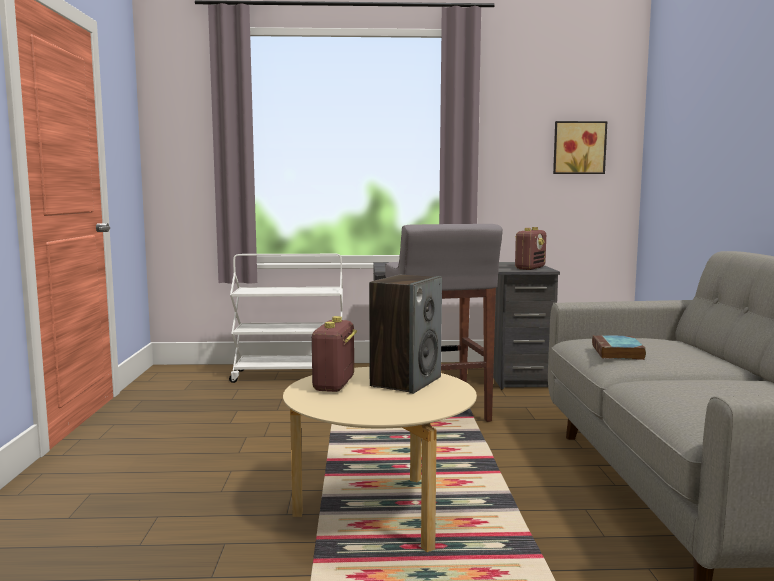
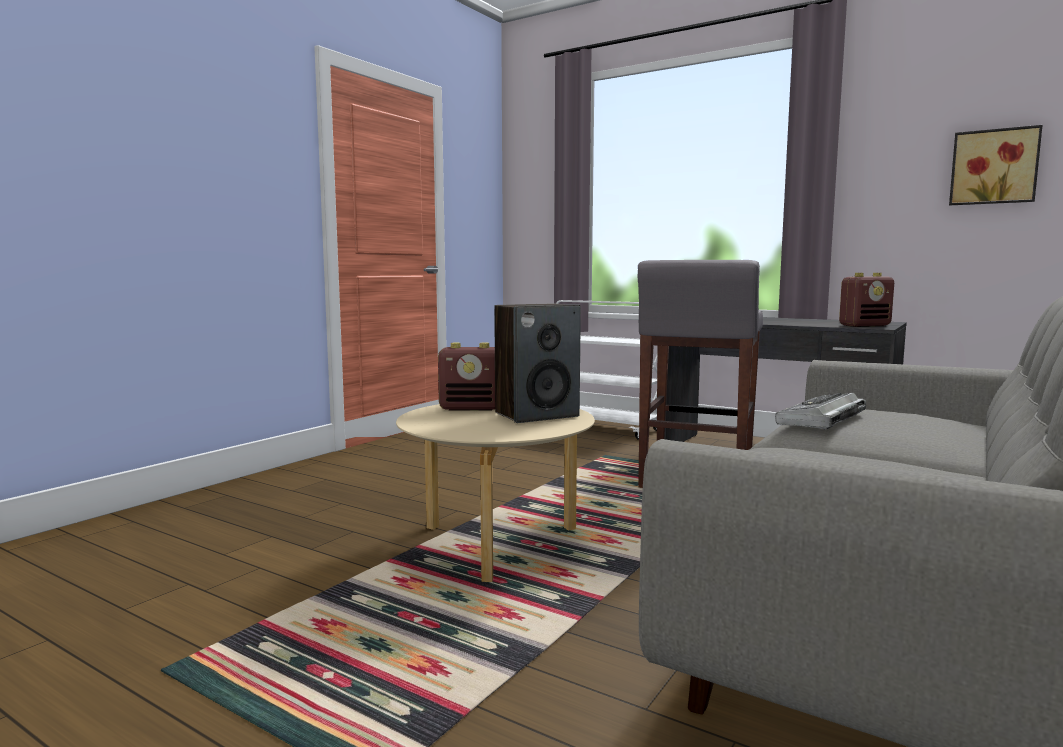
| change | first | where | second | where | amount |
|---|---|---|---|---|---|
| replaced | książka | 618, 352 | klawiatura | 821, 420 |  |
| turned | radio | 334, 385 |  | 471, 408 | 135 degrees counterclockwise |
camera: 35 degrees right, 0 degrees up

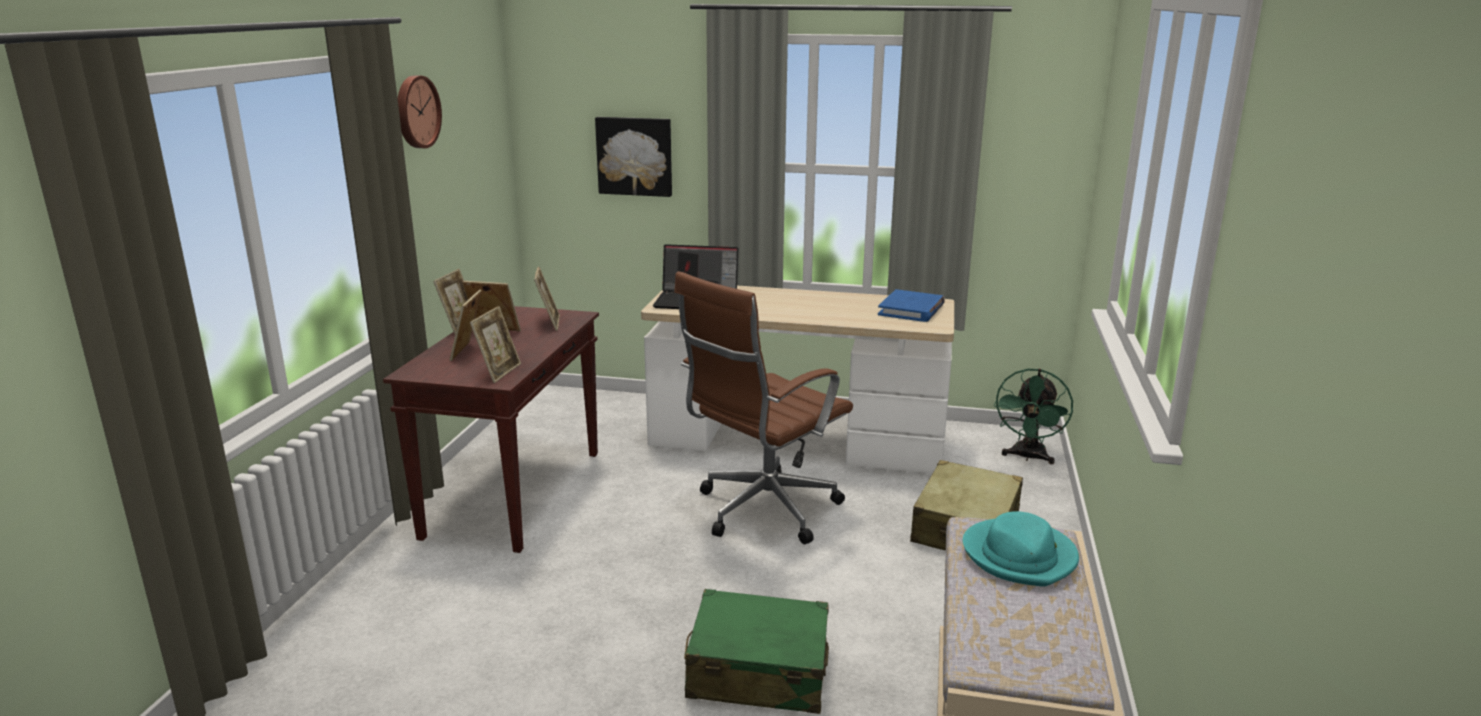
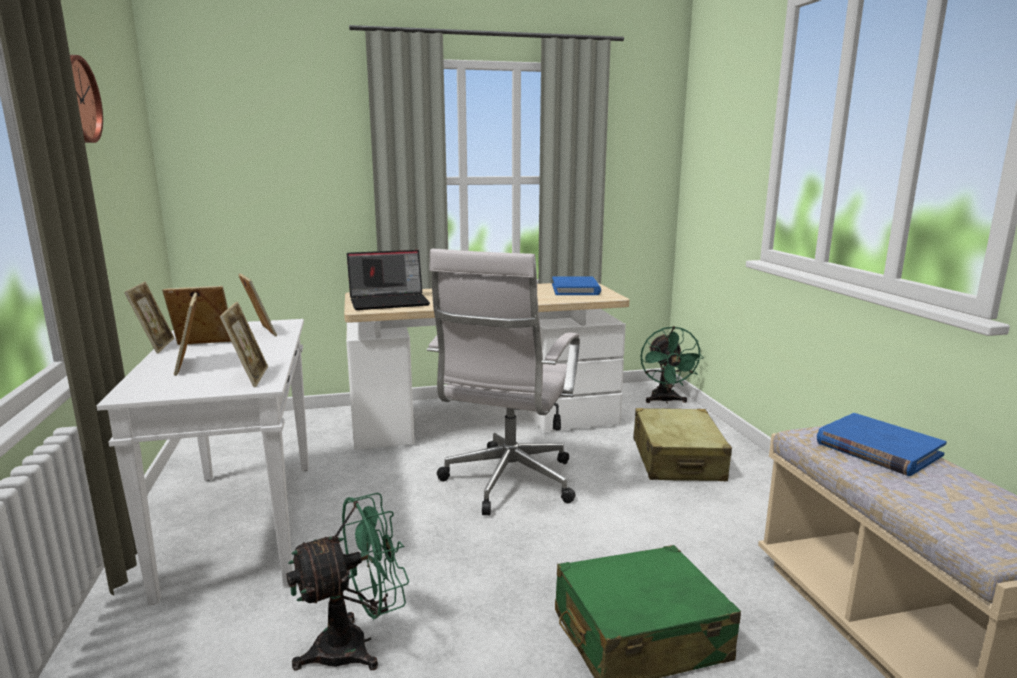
| change | first | where | second | where | amount |
|---|---|---|---|---|---|
| removed | obraz | 635, 156 |  |  |  |
| added |  |  | wentylator (zielony) | 355, 645 |  |
| replaced | kapelusz (turkusowy) | 1020, 556 | książka (niebieski) | 877, 449 |  |
| recoloured | stolik konsolowy (brązowy) | 514, 493 | stolik konsolowy (biały) | 242, 524 |  |
| recoloured | krzesło biurowe (brązowy) | 762, 511 | krzesło biurowe (biały) | 507, 484 |  |
camera: 25 degrees left, 5 degrees down

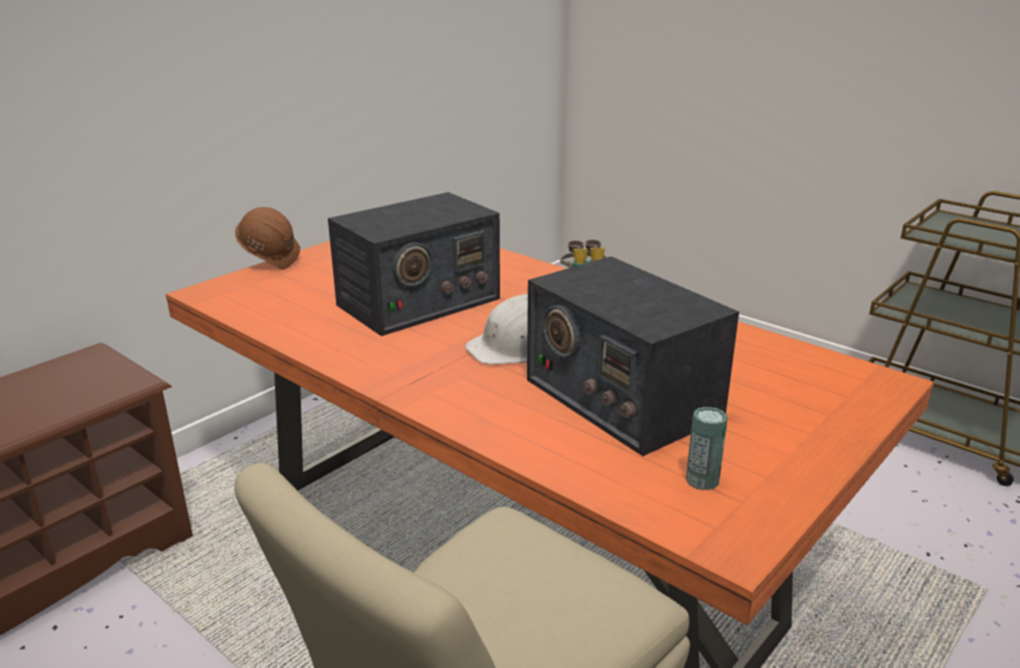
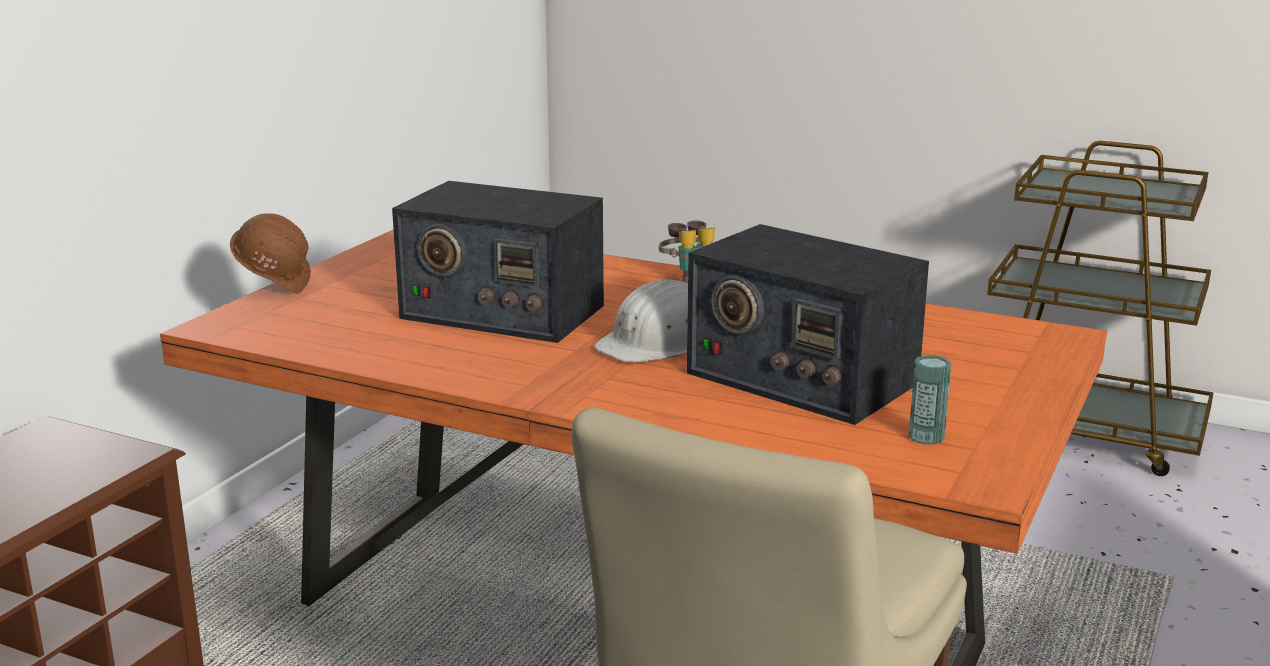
| change | first | where | second | where | amount |
|---|---|---|---|---|---|
| turned | radio | 418, 302 |  | 501, 312 | 75 degrees clockwise |
camera: 15 degrees left, 5 degrees down

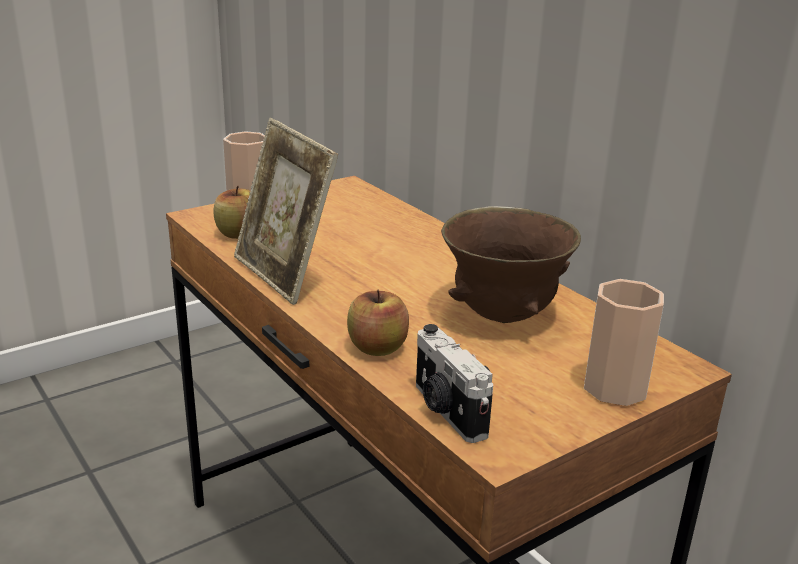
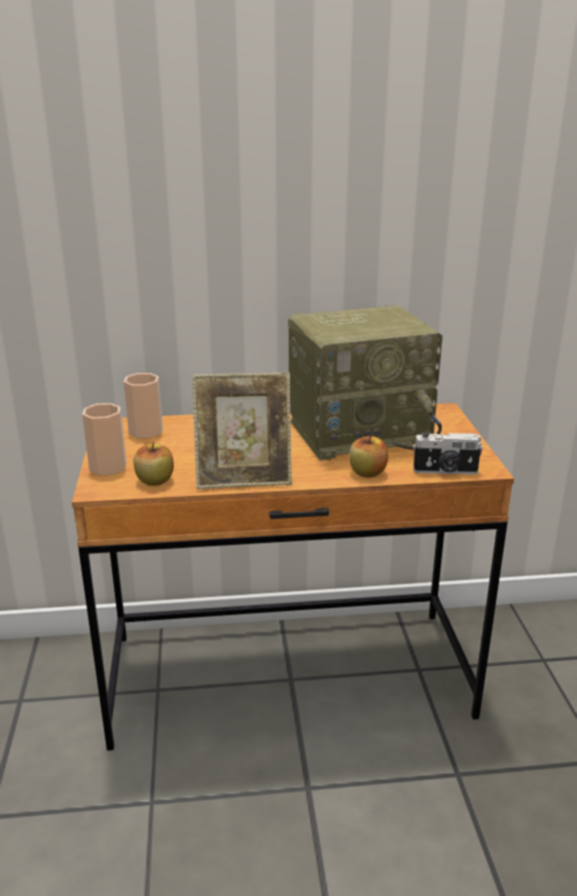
| change | first | where | second | where | amount |
|---|---|---|---|---|---|
| moved | filiżanka | 615, 388 |  | 145, 431 |  |
| replaced | miska (brązowy) | 503, 315 | radio | 360, 431 |  |
camera: 60 degrees left, 0 degrees up

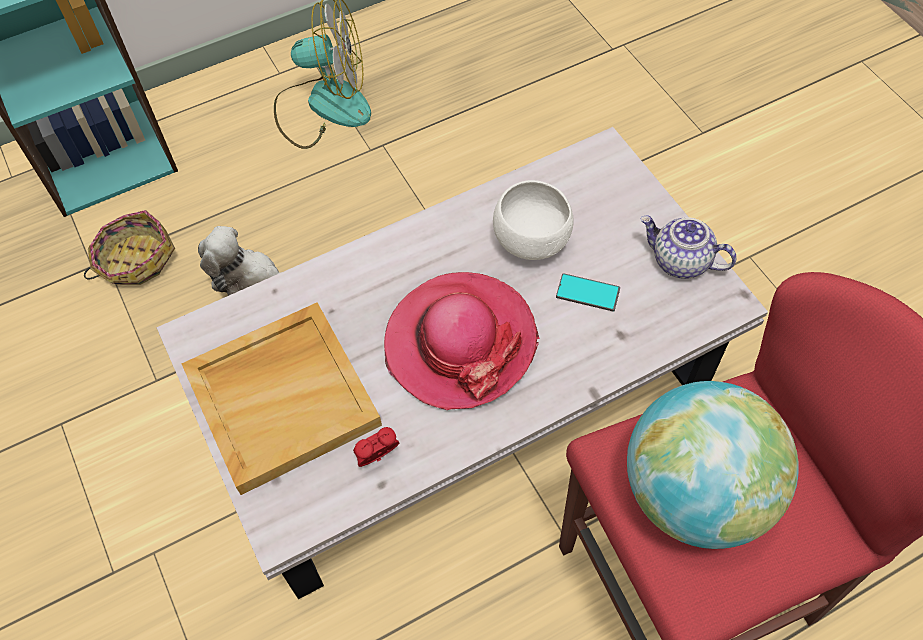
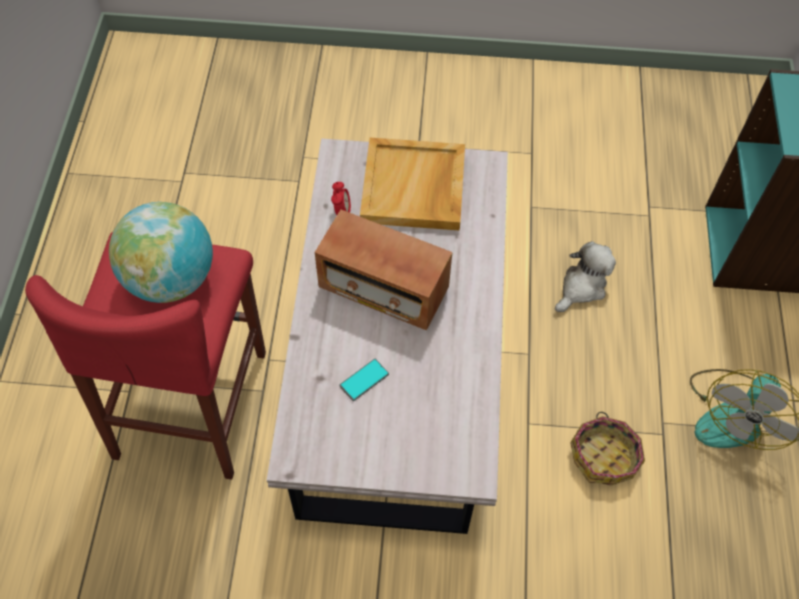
| change | first | where | second | where | amount |
|---|---|---|---|---|---|
| removed | miska (biały) | 533, 241 |  |  |  |
| removed | imbryk | 680, 261 |  |  |  |
| moved | koszyk | 134, 259 |  | 604, 456 |  |
| replaced | kapelusz | 460, 342 | radio | 383, 288 |  |
camera: 120 degrees right, 0 degrees up

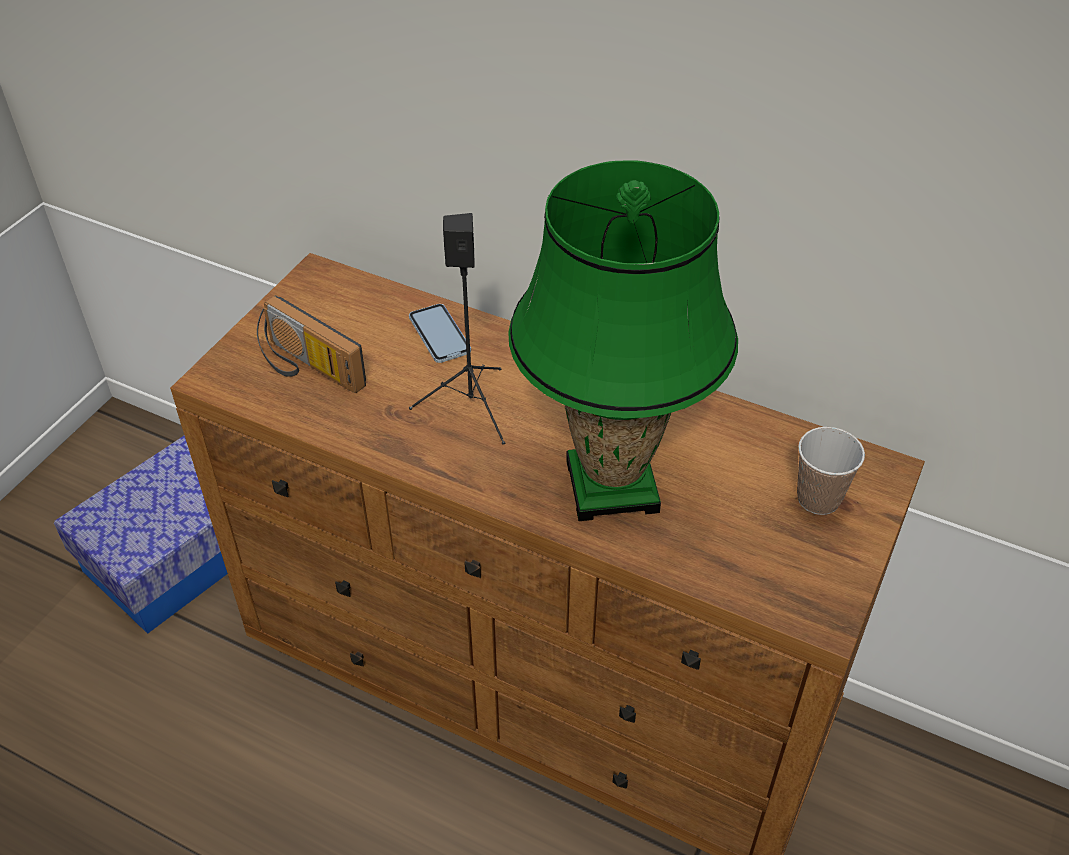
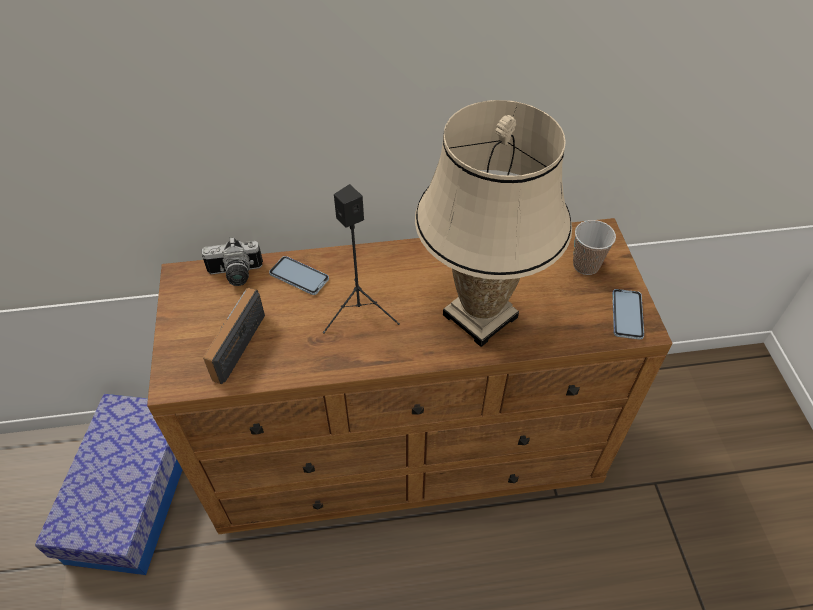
| change | first | where | second | where | amount |
|---|---|---|---|---|---|
| added |  |  | aparat fotograficzny | 235, 275 |  |
| added |  |  | telefon | 627, 315 |  |
| recoloured | lampa stołowa (zielony) | 613, 485 | lampa stołowa (beżowy) | 480, 315 |  |
| turned | radio | 306, 368 |  | 232, 342 | 105 degrees clockwise |
camera: 35 degrees left, 5 degrees up

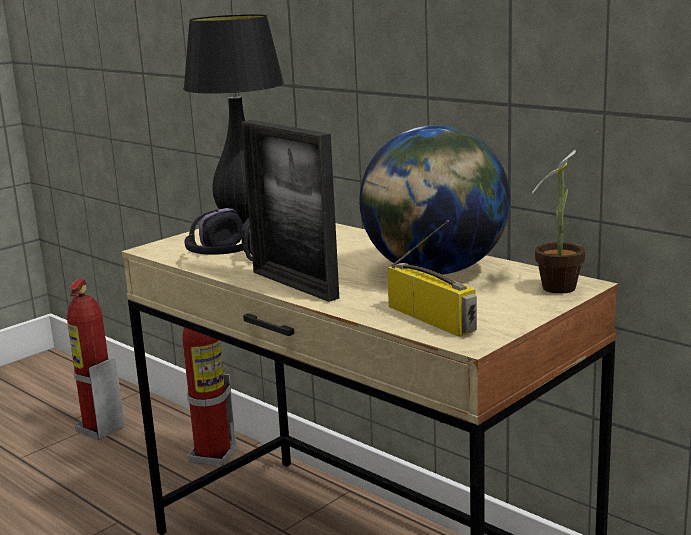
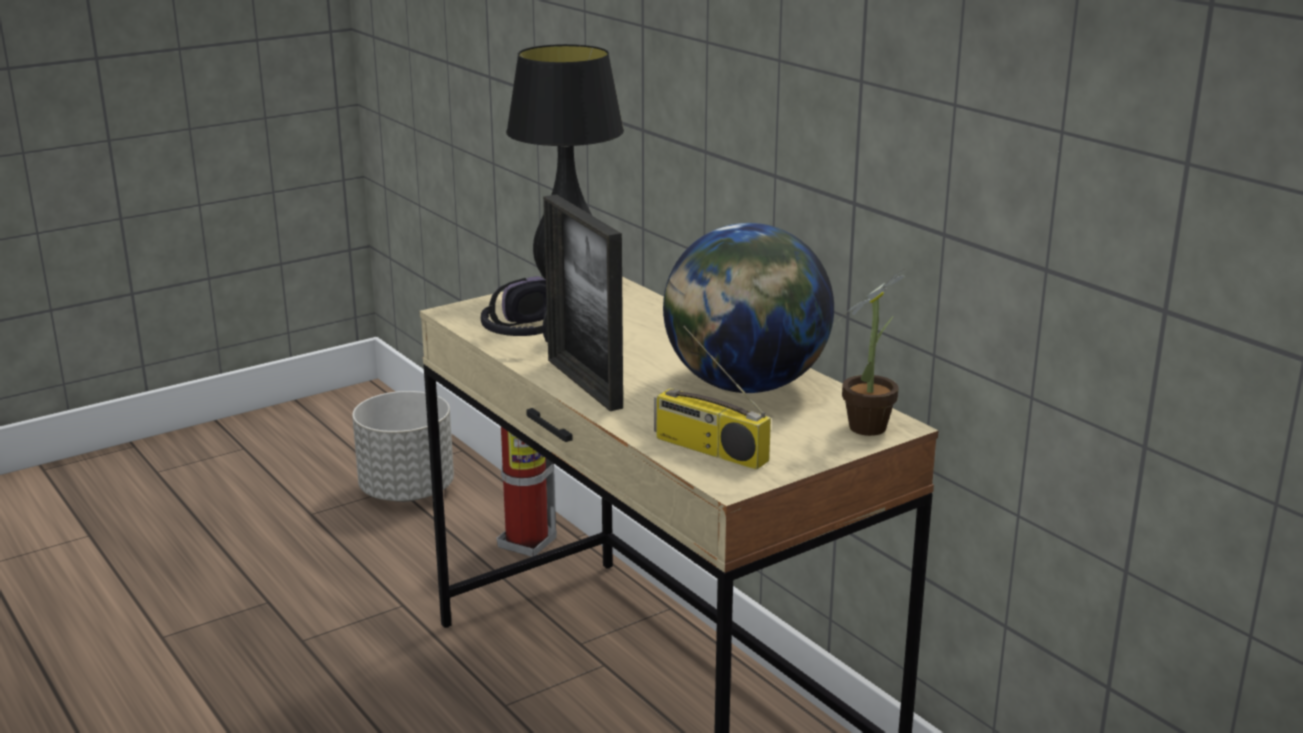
| change | first | where | second | where | amount |
|---|---|---|---|---|---|
| replaced | gaśnica | 99, 429 | donica (szary) | 407, 492 |  |
| turned | radio | 433, 319 |  | 708, 449 | 150 degrees clockwise |
camera: 10 degrees right, 5 degrees up

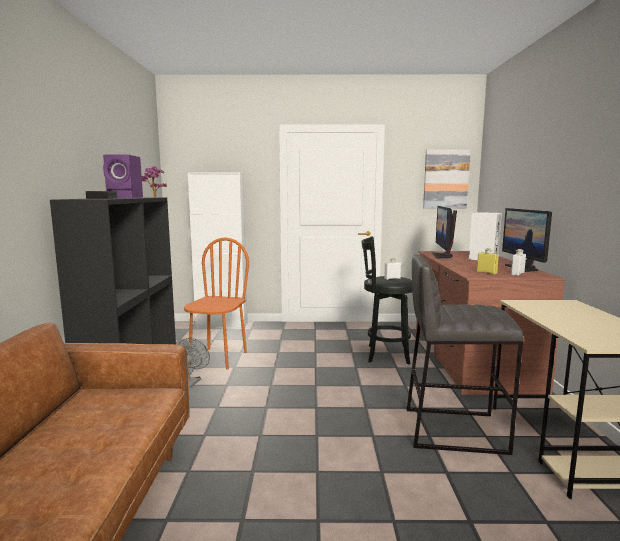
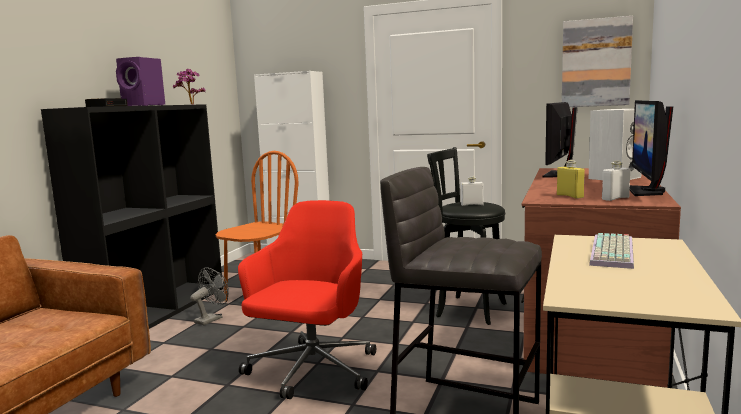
| change | first | where | second | where | amount |
|---|---|---|---|---|---|
| added |  |  | krzesło biurowe (czerwony) | 311, 371 |  |
| added |  |  | klawiatura | 614, 252 |  |
camera: 20 degrees right, 0 degrees up

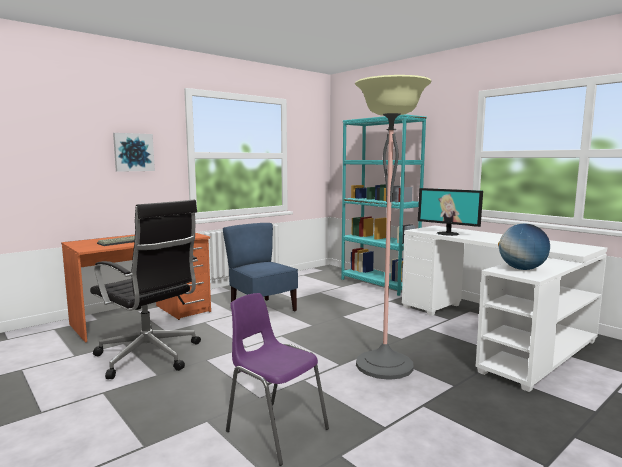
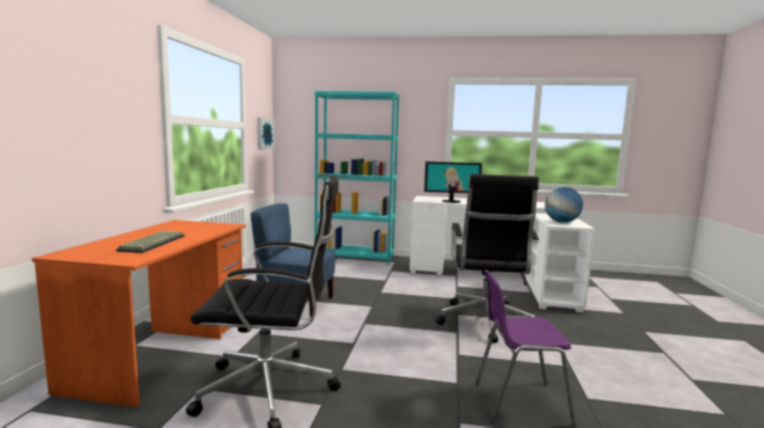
| change | first | where | second | where | amount |
|---|---|---|---|---|---|
| moved | obraz | 133, 152 |  | 264, 133 |  |
| replaced | lampa stojąca | 384, 365 | krzesło biurowe (czarny) | 485, 322 |  |
camera: 40 degrees left, 0 degrees up

